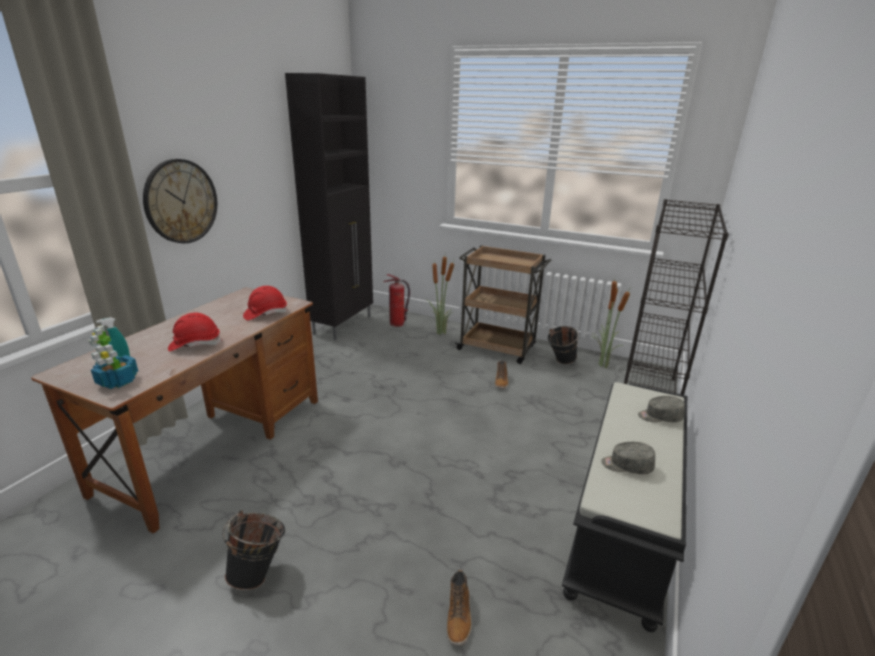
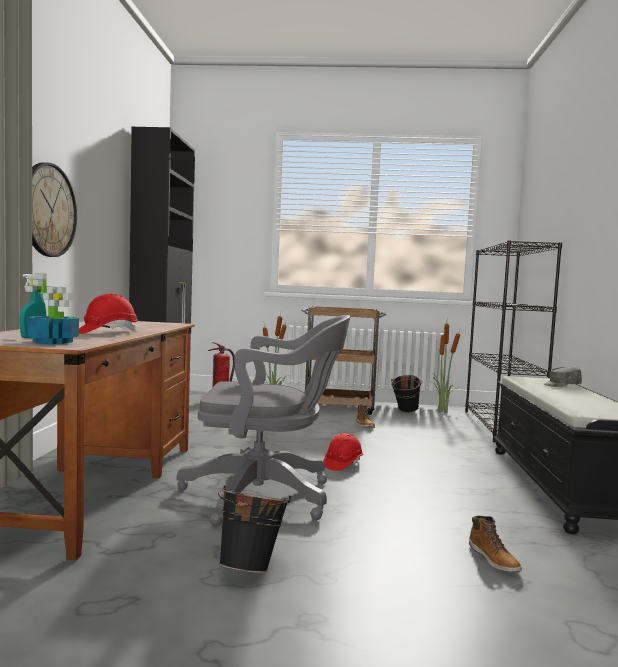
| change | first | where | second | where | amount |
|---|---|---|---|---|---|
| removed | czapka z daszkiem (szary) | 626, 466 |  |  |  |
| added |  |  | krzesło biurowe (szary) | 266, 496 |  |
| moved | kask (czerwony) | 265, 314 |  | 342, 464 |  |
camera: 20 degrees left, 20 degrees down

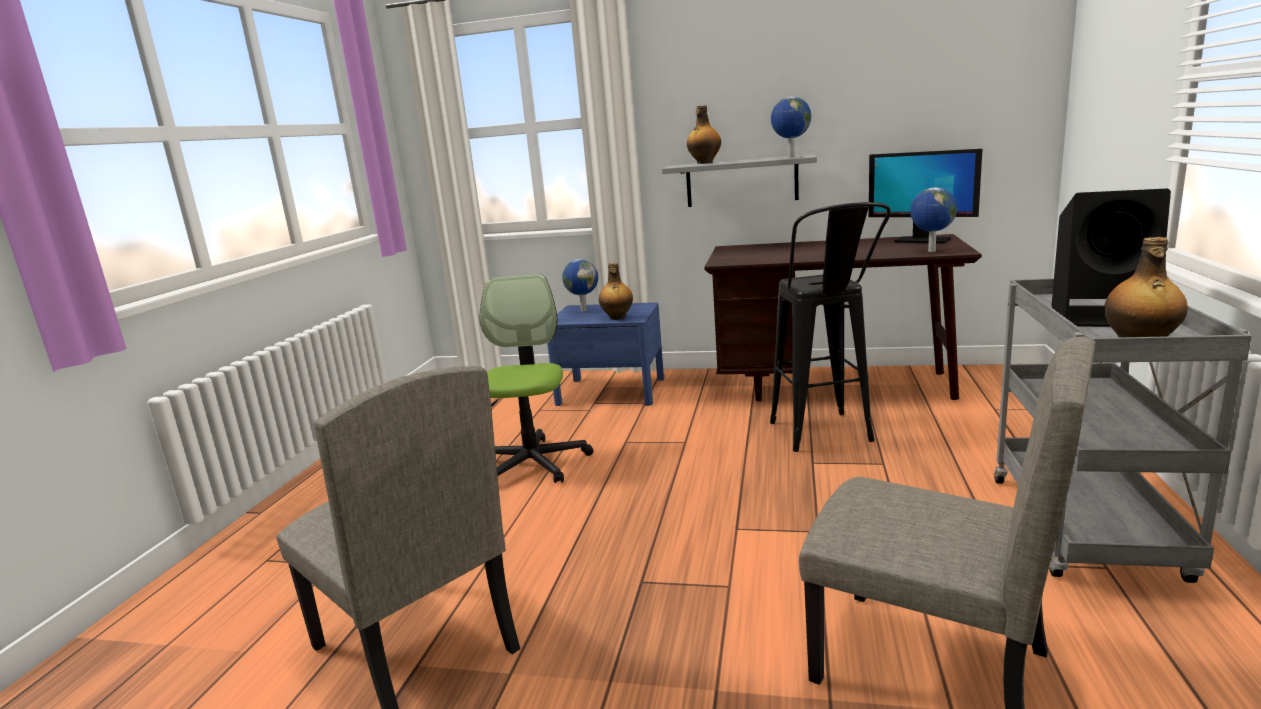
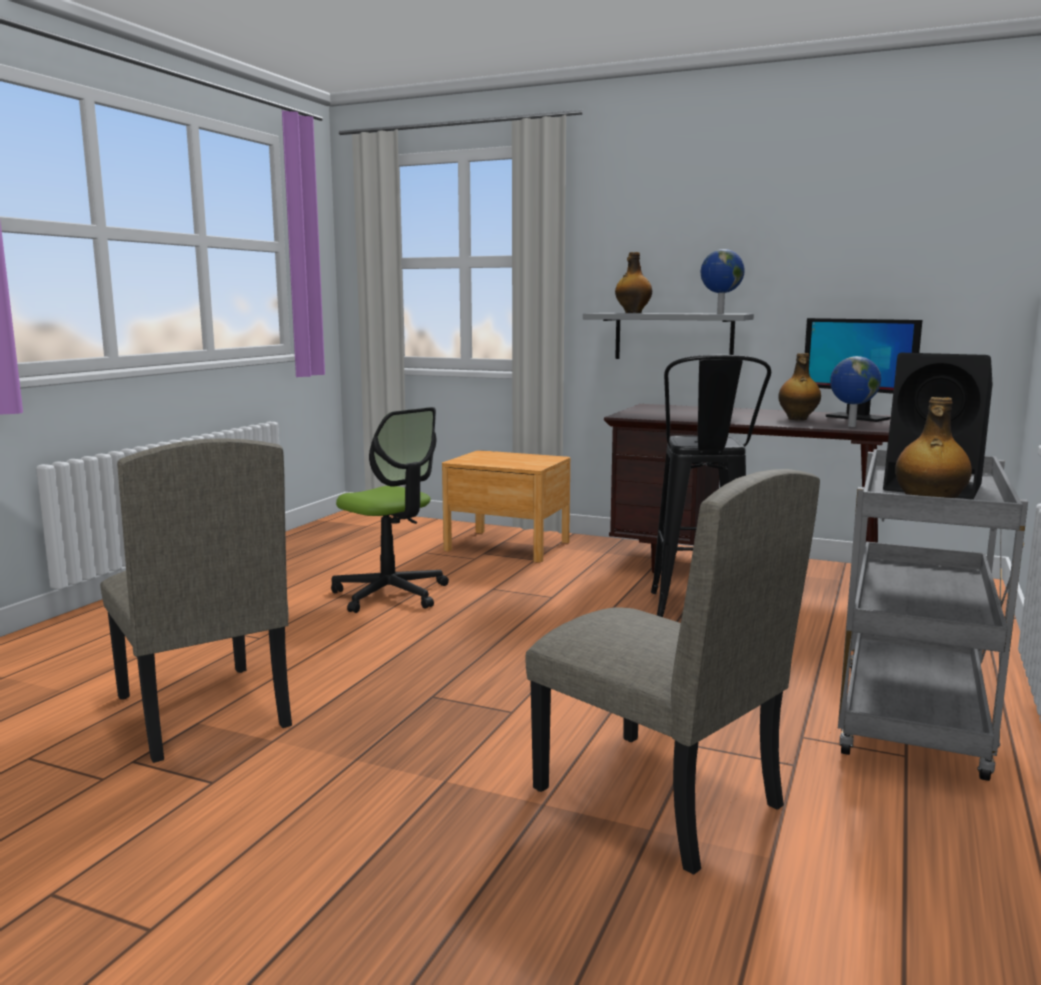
| change | first | where | second | where | amount |
|---|---|---|---|---|---|
| removed | globus | 583, 310 |  |  |  |
| moved | butelka | 617, 318 |  | 797, 419 |  |
| recoloured | szafka nocna (niebieski) | 611, 391 | szafka nocna (brązowy) | 507, 546 |  |
| turned | krzesło biurowe | 533, 464 |  | 391, 594 | 120 degrees clockwise |
camera: 10 degrees right, 5 degrees down

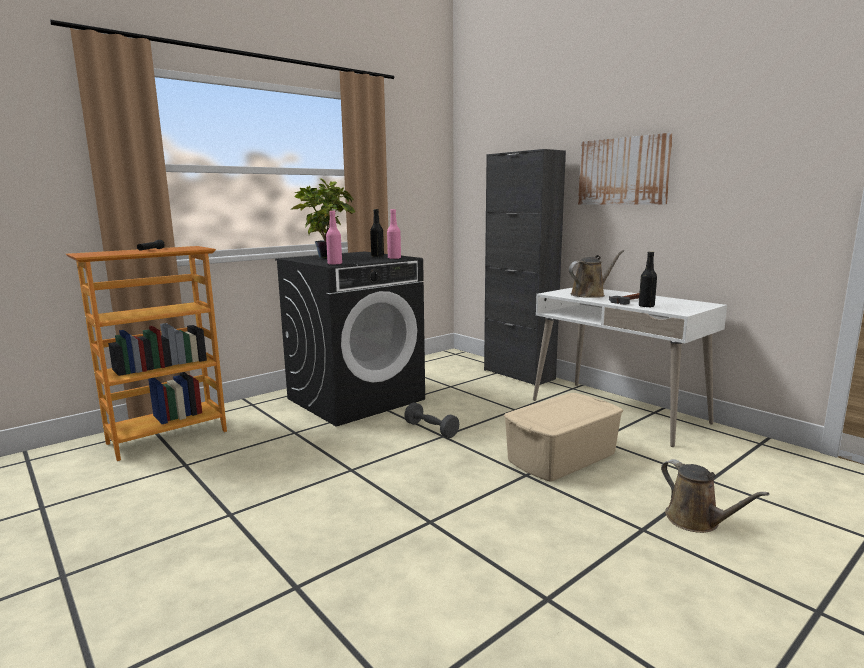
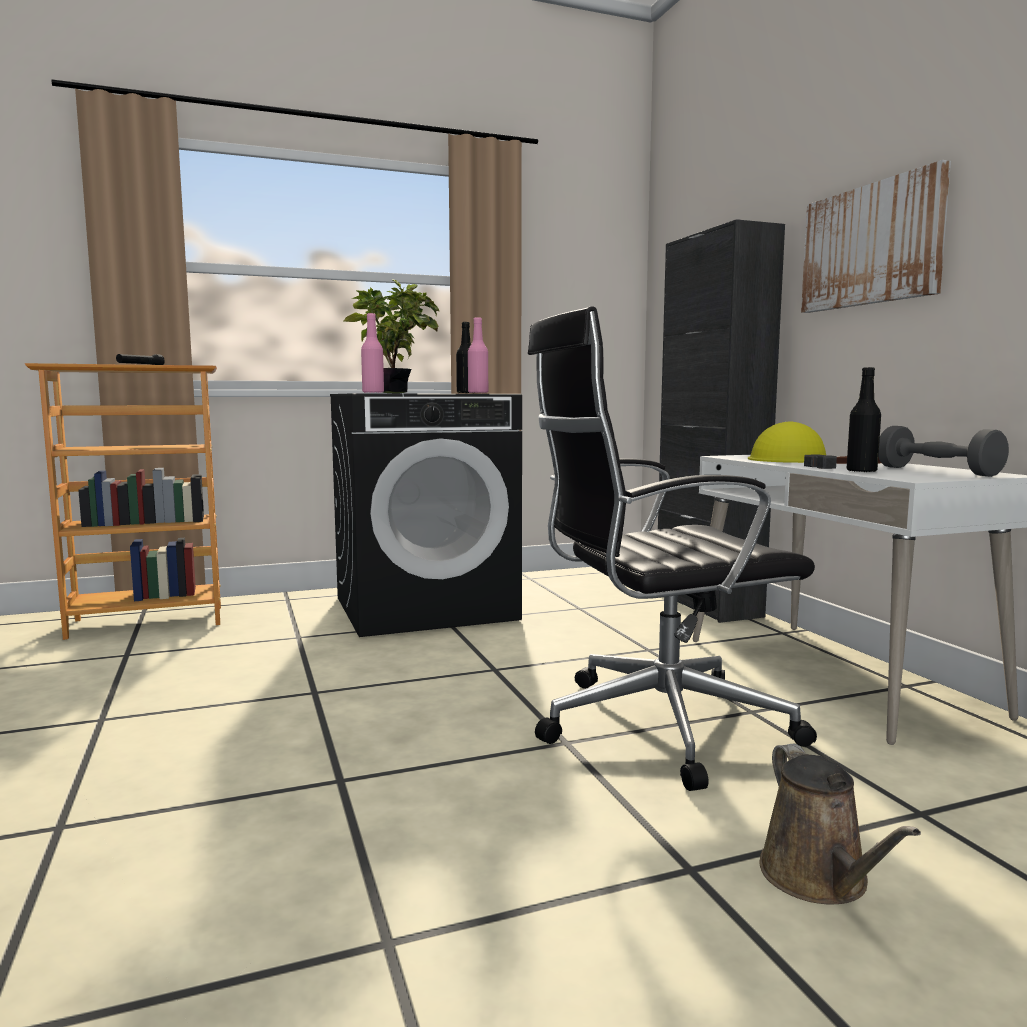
| change | first | where | second | where | amount |
|---|---|---|---|---|---|
| moved | hantel (szary) | 431, 430 |  | 937, 471 |  |
| replaced | pojemnik do przechowywania (beżowy) | 561, 456 | krzesło biurowe (czarny) | 656, 726 |  |
| replaced | konewka (brązowy) | 590, 294 | kask (żółty) | 791, 459 |  |
camera: 20 degrees right, 5 degrees down

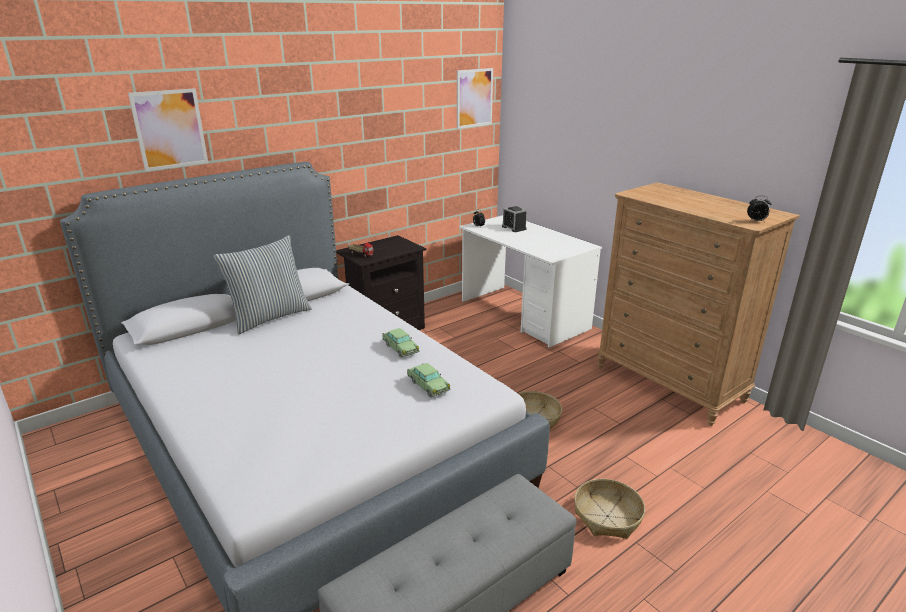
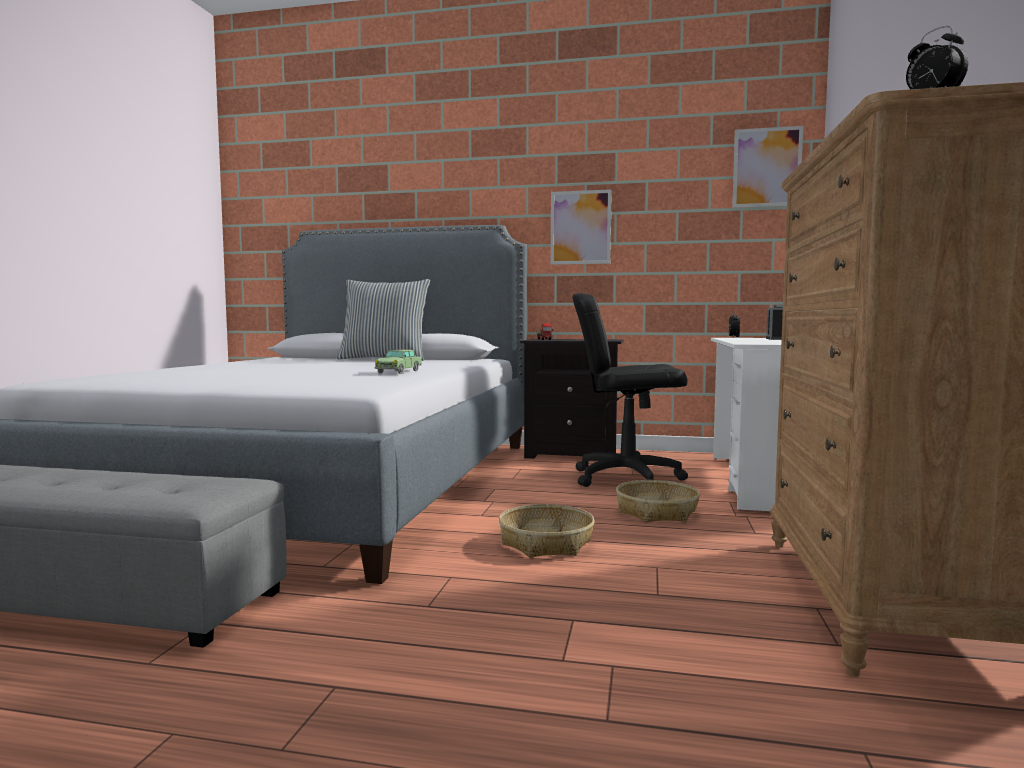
| change | first | where | second | where | amount |
|---|---|---|---|---|---|
| removed | samochodzik | 428, 386 |  |  |  |
| added |  |  | krzesło biurowe (czarny) | 626, 478 |  |
| moved | obraz | 170, 129 |  | 580, 227 |  |
| moved | koszyk | 607, 516 |  | 657, 512 |  |
camera: 50 degrees right, 20 degrees down

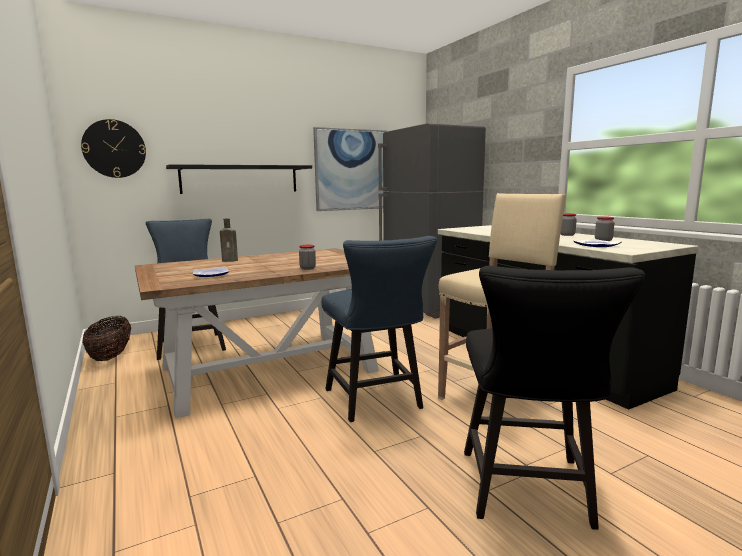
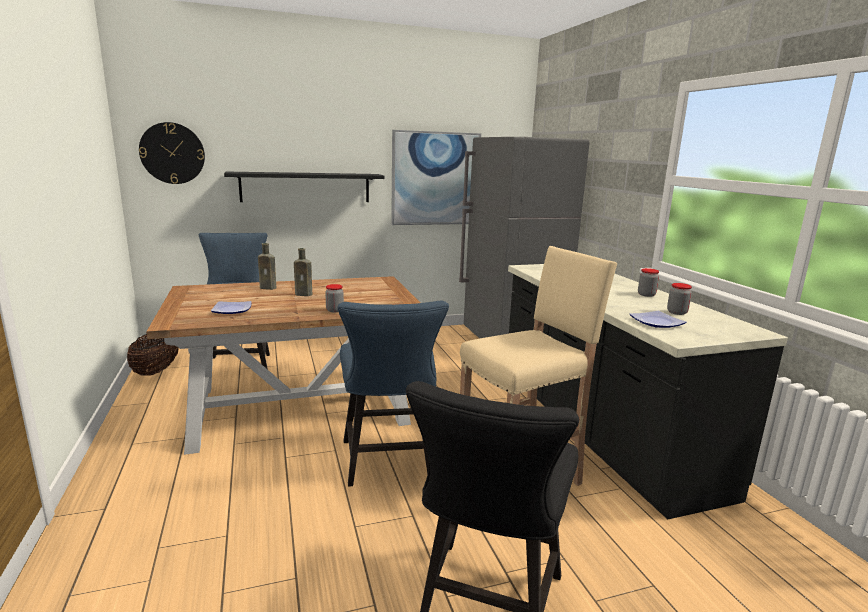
| change | first | where | second | where | amount |
|---|---|---|---|---|---|
| added |  |  | butelka (brązowy) | 305, 294 |  |
camera: 10 degrees right, 5 degrees up

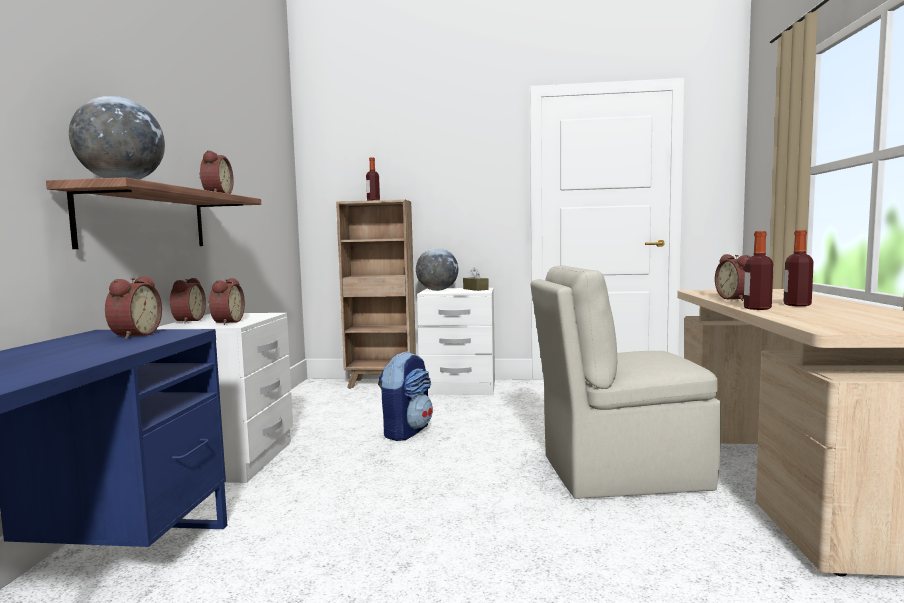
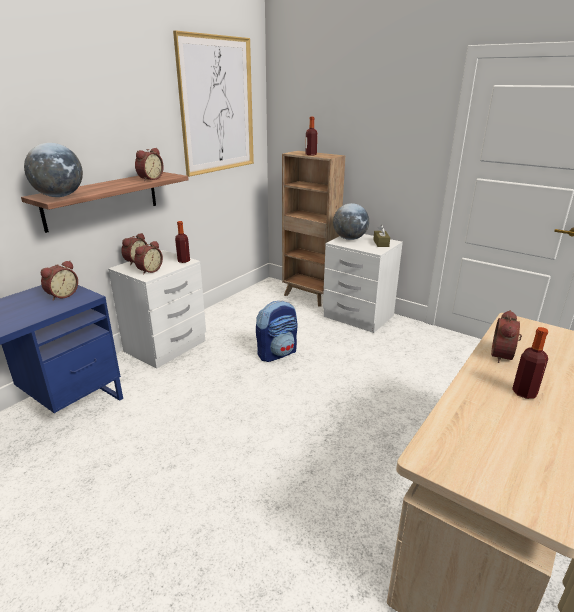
| change | first | where | second | where | amount |
|---|---|---|---|---|---|
| removed | krzesło (beżowy) | 619, 472 |  |  |  |
| added |  |  | obraz | 217, 106 |  |
| moved | butelka | 757, 308 |  | 183, 261 |  |
camera: 30 degrees right, 20 degrees up

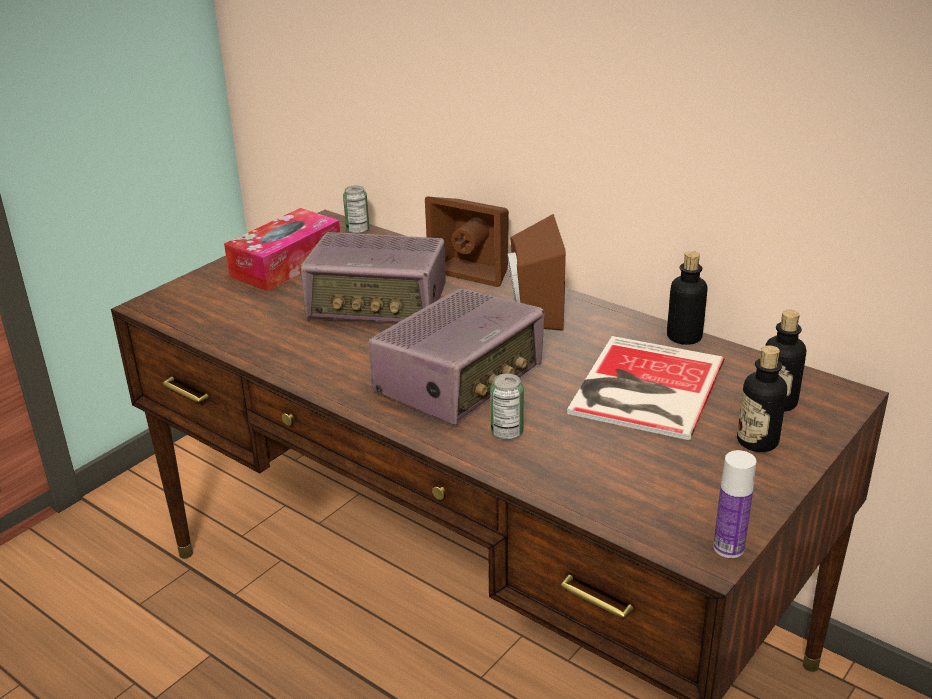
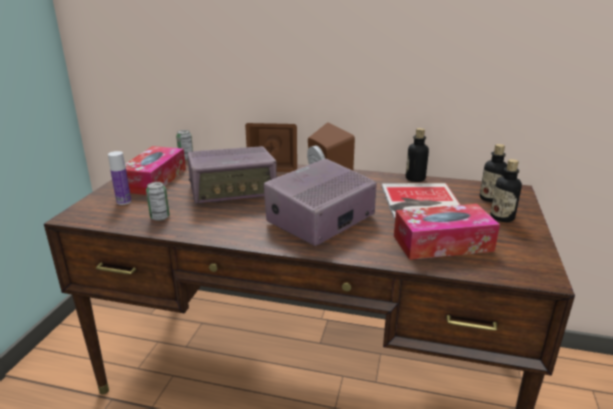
| change | first | where | second | where | amount |
|---|---|---|---|---|---|
| added |  |  | pudełko chusteczek | 442, 243 |  |
| moved | puszka | 507, 432 |  | 160, 217 |  |
| moved | butelka | 728, 547 |  | 124, 201 |  |
| turned | radio | 460, 381 |  | 319, 220 | 150 degrees counterclockwise |
camera: 25 degrees left, 5 degrees down

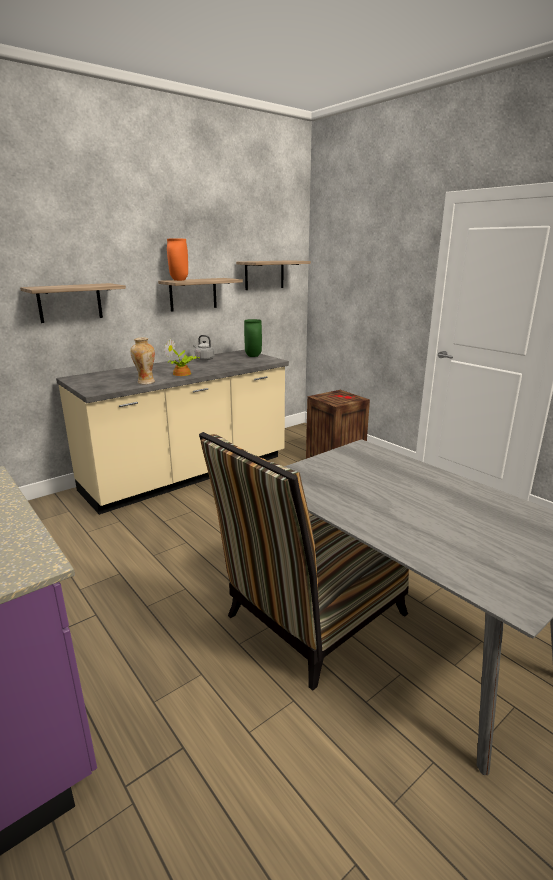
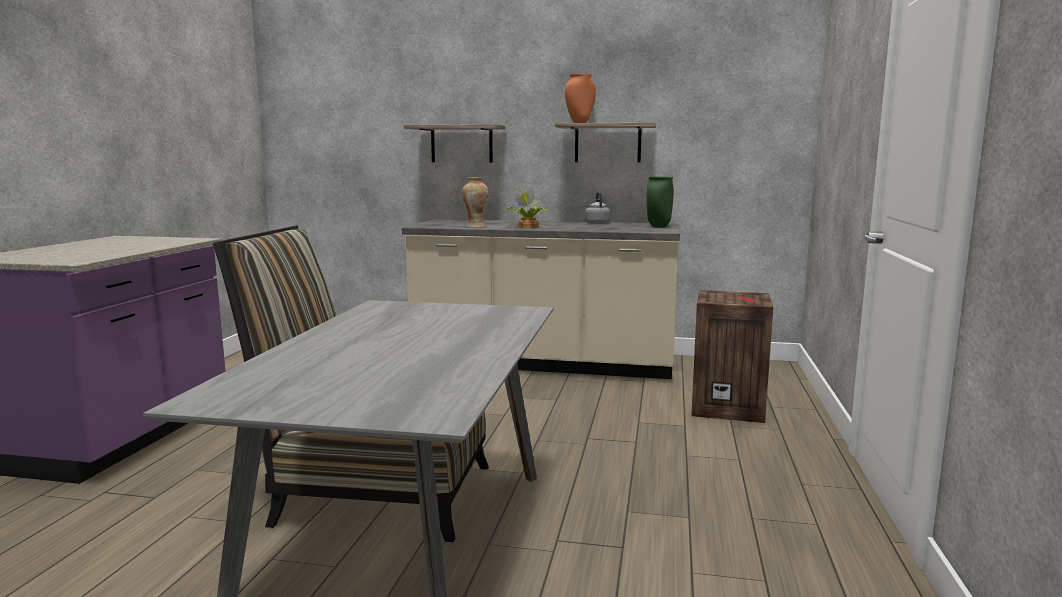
| change | first | where | second | where | amount |
|---|---|---|---|---|---|
| removed | półka | 264, 275 |  |  |  |
camera: 50 degrees right, 10 degrees down

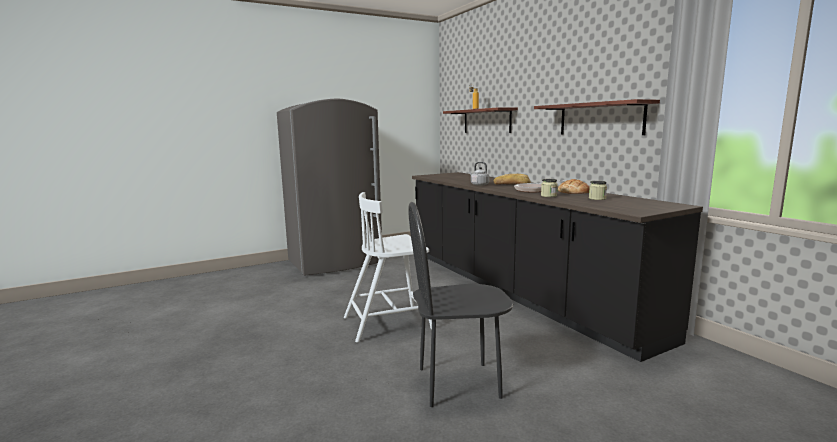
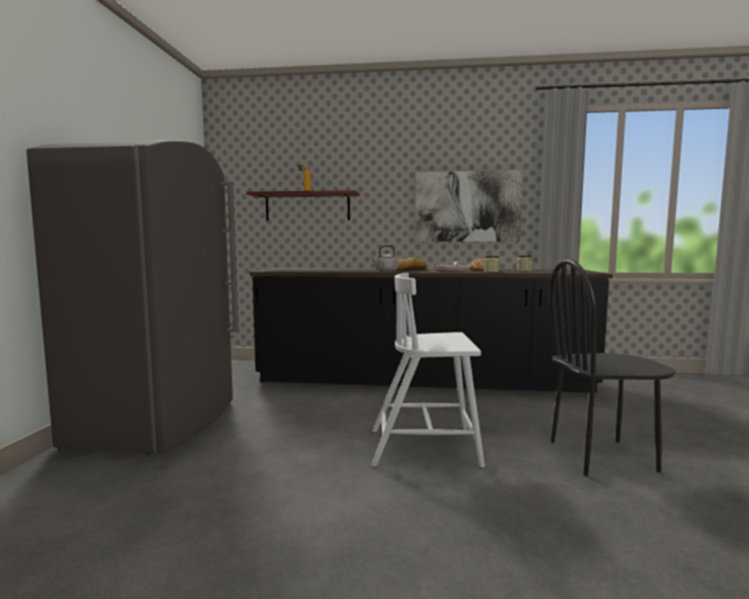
| change | first | where | second | where | amount |
|---|---|---|---|---|---|
| replaced | półka | 600, 119 | obraz | 467, 207 |  |
| turned | krzesło (biały) | 389, 322 |  | 426, 447 | 75 degrees clockwise |
| turned | krzesło (czarny) | 458, 383 |  | 602, 456 | 60 degrees clockwise |
camera: 55 degrees left, 5 degrees down

